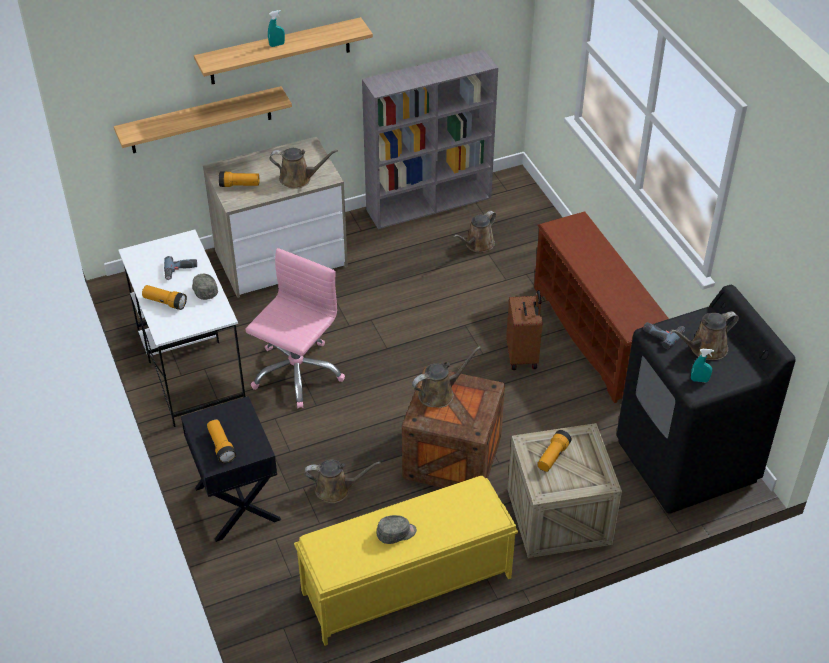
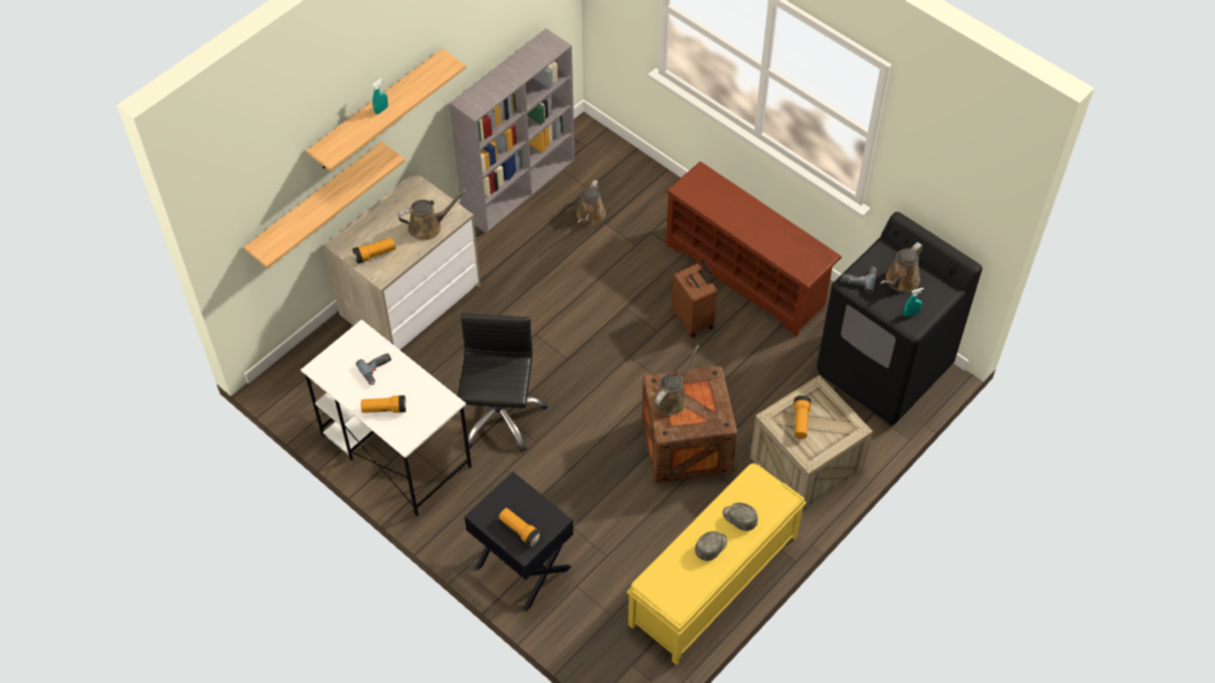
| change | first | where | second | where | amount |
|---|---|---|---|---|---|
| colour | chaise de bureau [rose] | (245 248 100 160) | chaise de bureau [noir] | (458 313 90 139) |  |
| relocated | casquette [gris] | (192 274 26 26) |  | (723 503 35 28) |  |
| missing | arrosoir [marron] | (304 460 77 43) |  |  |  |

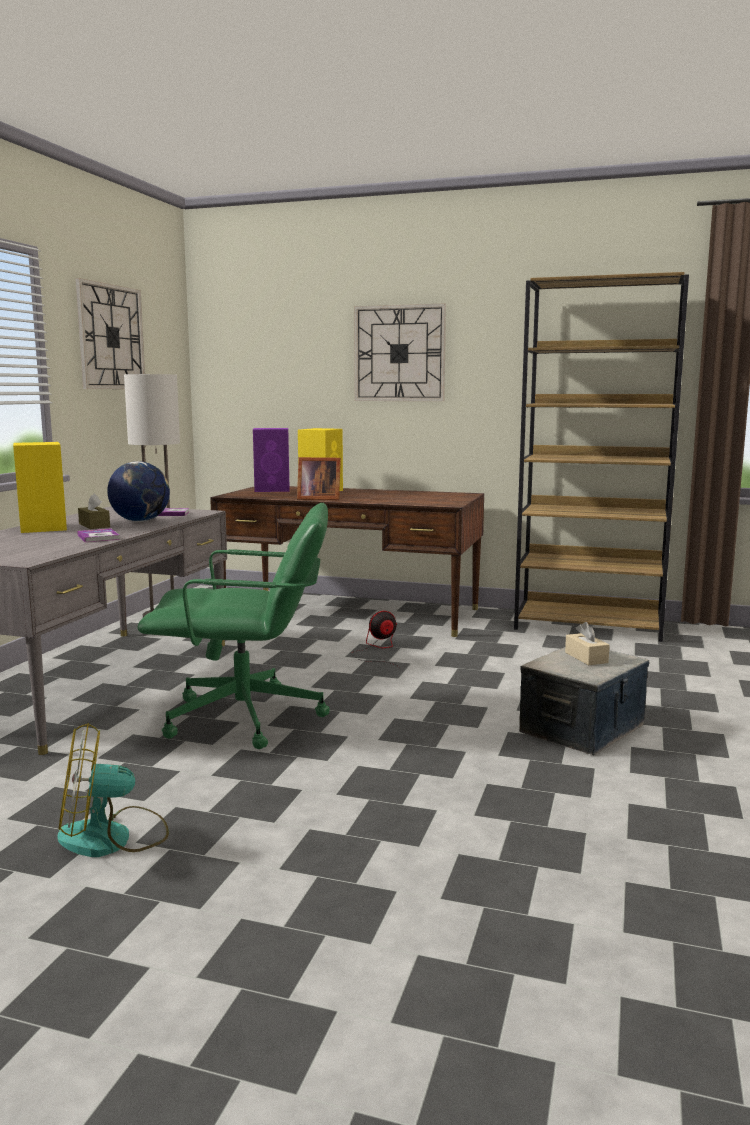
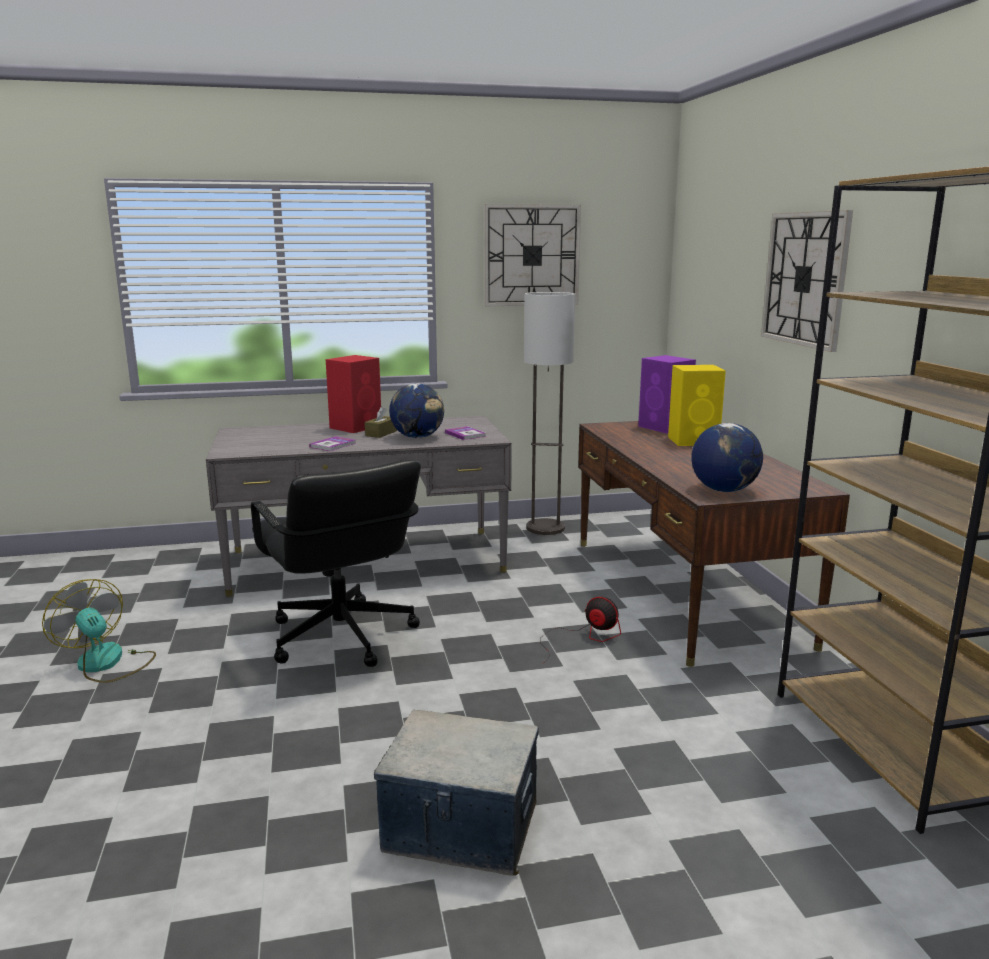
| change | first | where | second | where | amount |
|---|---|---|---|---|---|
| colour | enceinte [jaune] | (13 442 54 91) | enceinte [rouge] | (326 355 55 78) |  |
| missing | cadre photo | (297 457 44 43) |  |  |  |
| colour | chaise de bureau [vert] | (137 503 193 246) | chaise de bureau [noir] | (251 460 170 207) |  |
| missing | boîte à mouchoirs [beige] | (565 622 45 43) |  |  |  |
| appeared |  |  | globe | (691 423 72 69) |  |

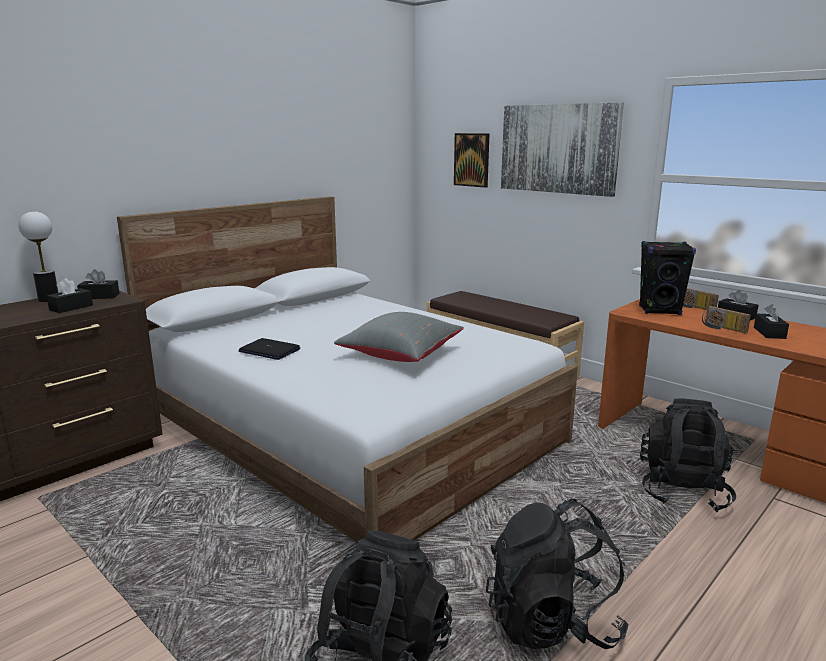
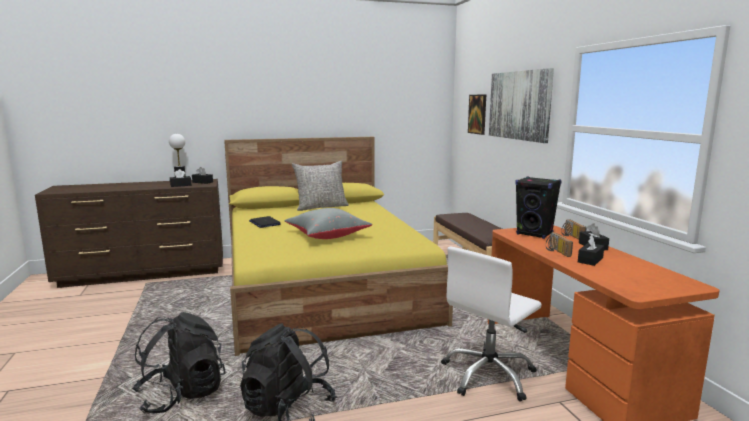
| change | first | where | second | where | amount |
|---|---|---|---|---|---|
| colour | lit [blanc] | (117 196 461 346) | lit [jaune] | (224 137 229 219) |  |
| exchanged | sac à dos [noir] | (640 399 96 113) | chaise de bureau [blanc] | (441 247 101 154) |  |
| appeared |  |  | coussin [gris] | (292 161 57 50) |  |

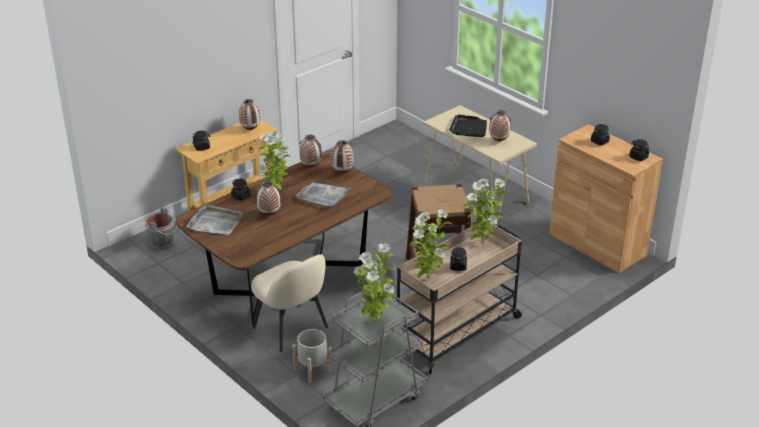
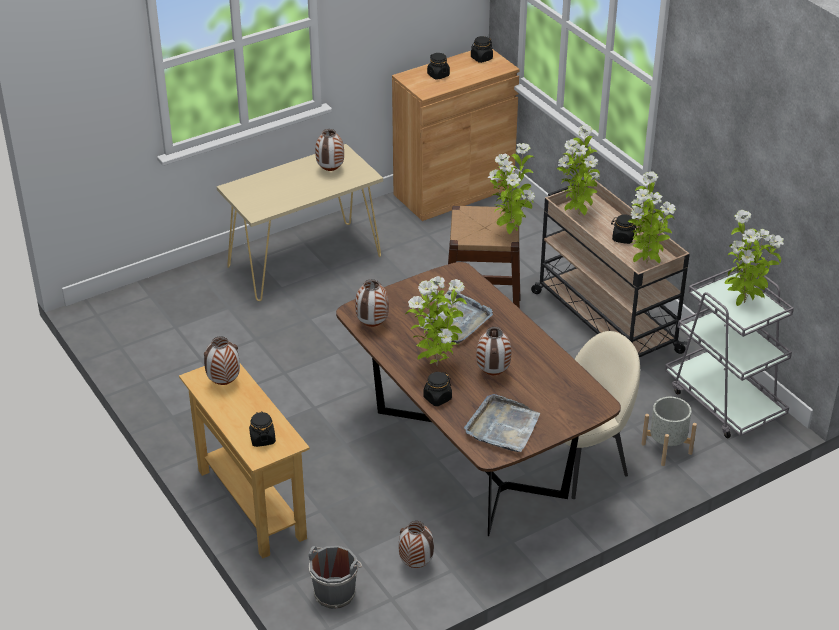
| change | first | where | second | where | amount |
|---|---|---|---|---|---|
| missing | plateau [noir] | (449 114 38 23) |  |  |  |
| relocated | vase | (331 140 23 33) |  | (399 521 35 47) |  |
| appeared |  |  | plante en pot | (488 143 47 91) |  |

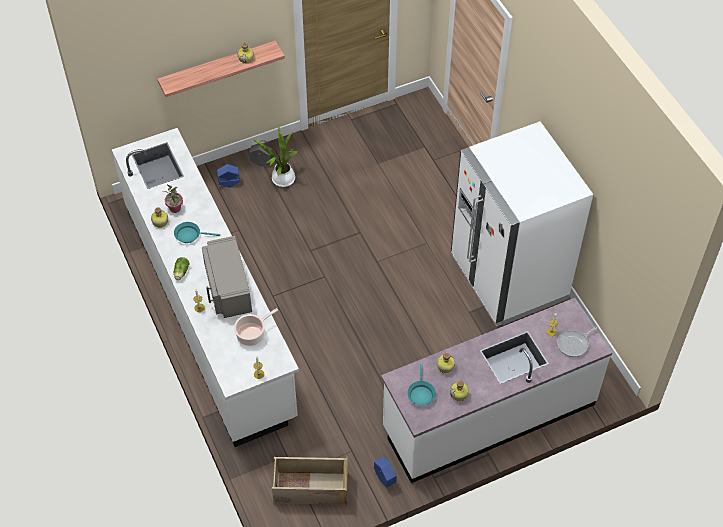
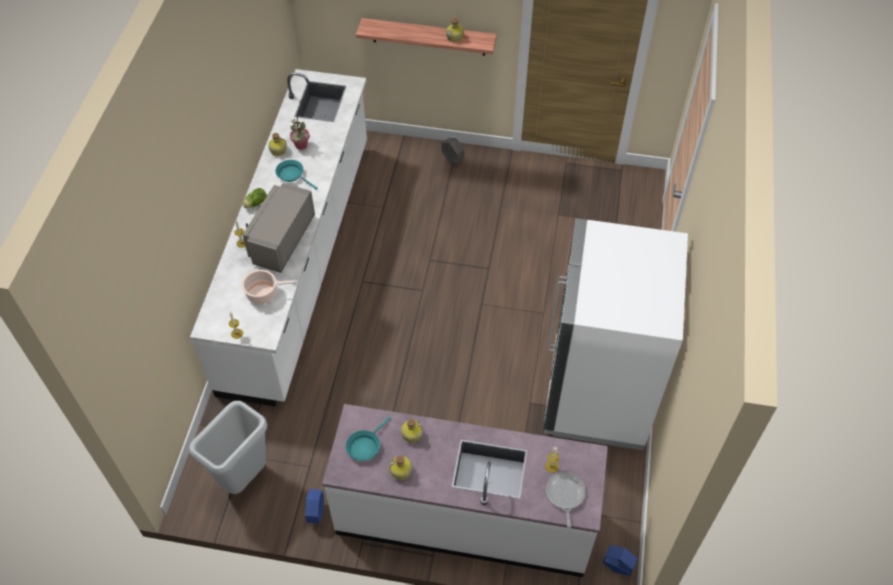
| change | first | where | second | where | amount |
|---|---|---|---|---|---|
| missing | plante en pot | (254 125 44 62) |  |  |  |
| relocated | cache-pot [bleu] | (217 164 23 24) |  | (603 545 35 31) |  |
| spun | poêle | (557 327 40 30) |  | (546 472 39 56) | 90 degrees clockwise |
| exchanged | caisse | (272 456 76 50) | poubelle [gris] | (189 401 78 93) |  |

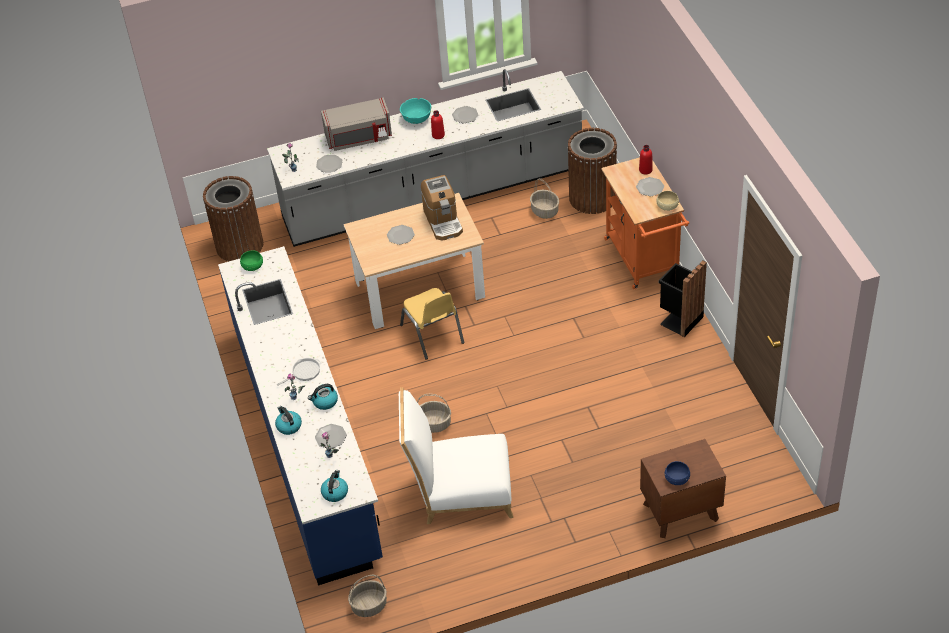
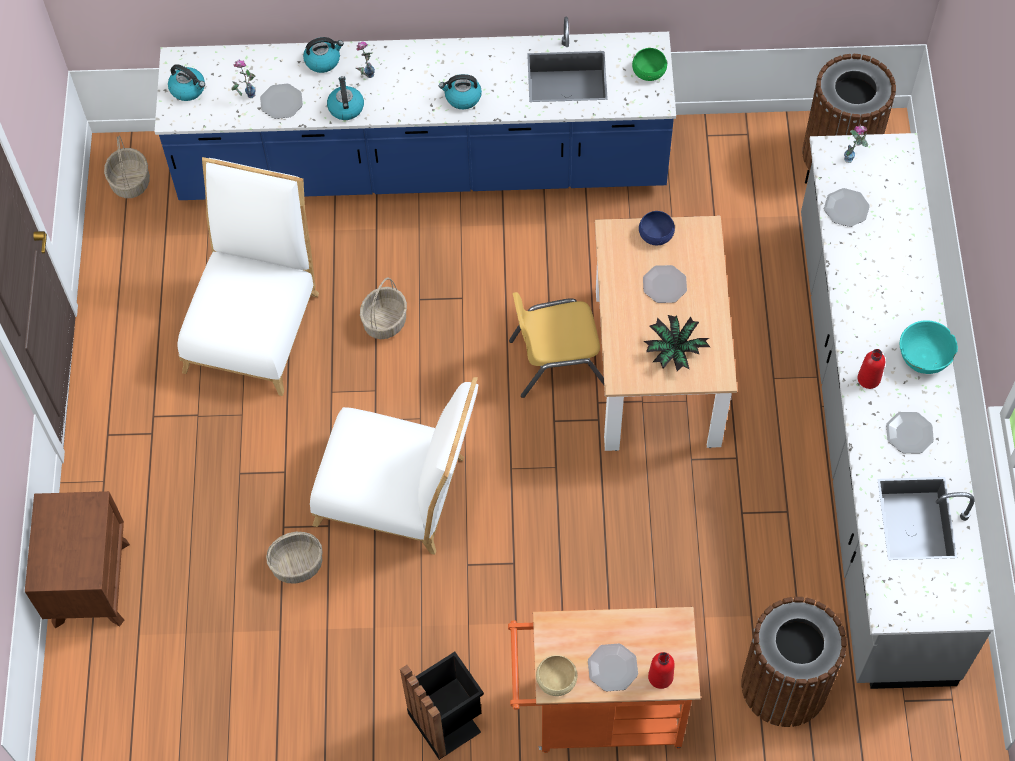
| change | first | where | second | where | amount |
|---|---|---|---|---|---|
| missing | micro-ondes [gris] | (321 97 71 54) |  |  |  |
| exchanged | machine à café | (421 175 42 66) | plante en pot | (644 315 66 56) |  |
| relocated | panier | (530 178 29 41) |  | (266 532 57 52) |  |
| missing | poêle | (277 358 44 28) |  |  |  |
| relocated | bol [bleu] | (665 461 25 24) |  | (639 211 36 34) |  |
| appeared |  |  | bouilloire | (439 74 43 35) |  |
| appeared |  |  | chaise [blanc] | (310 377 168 178) |  |

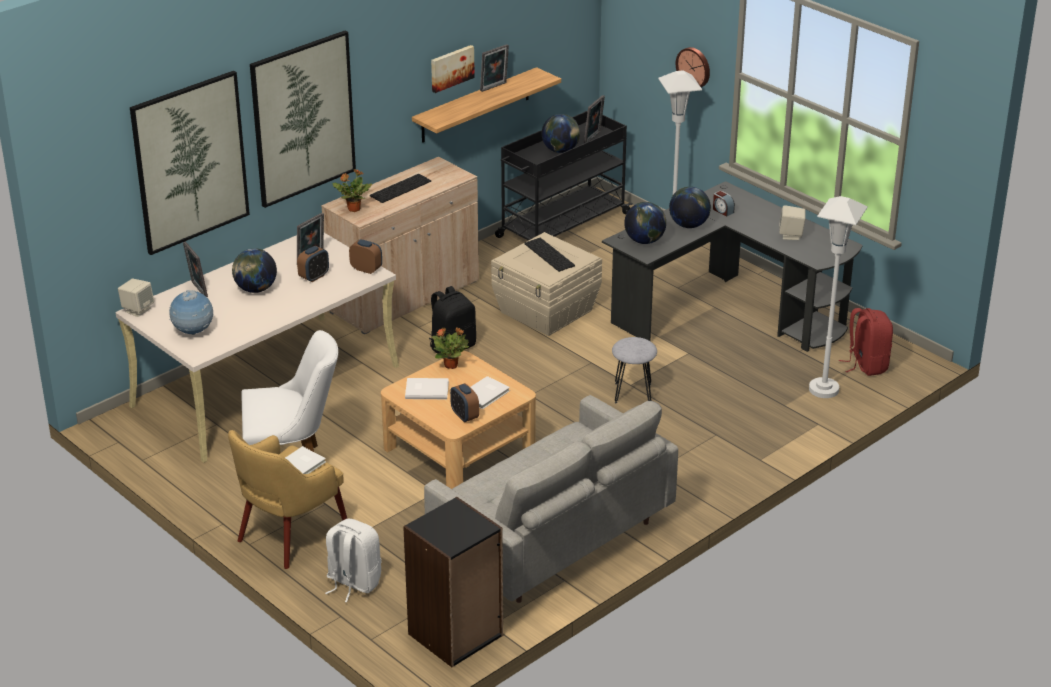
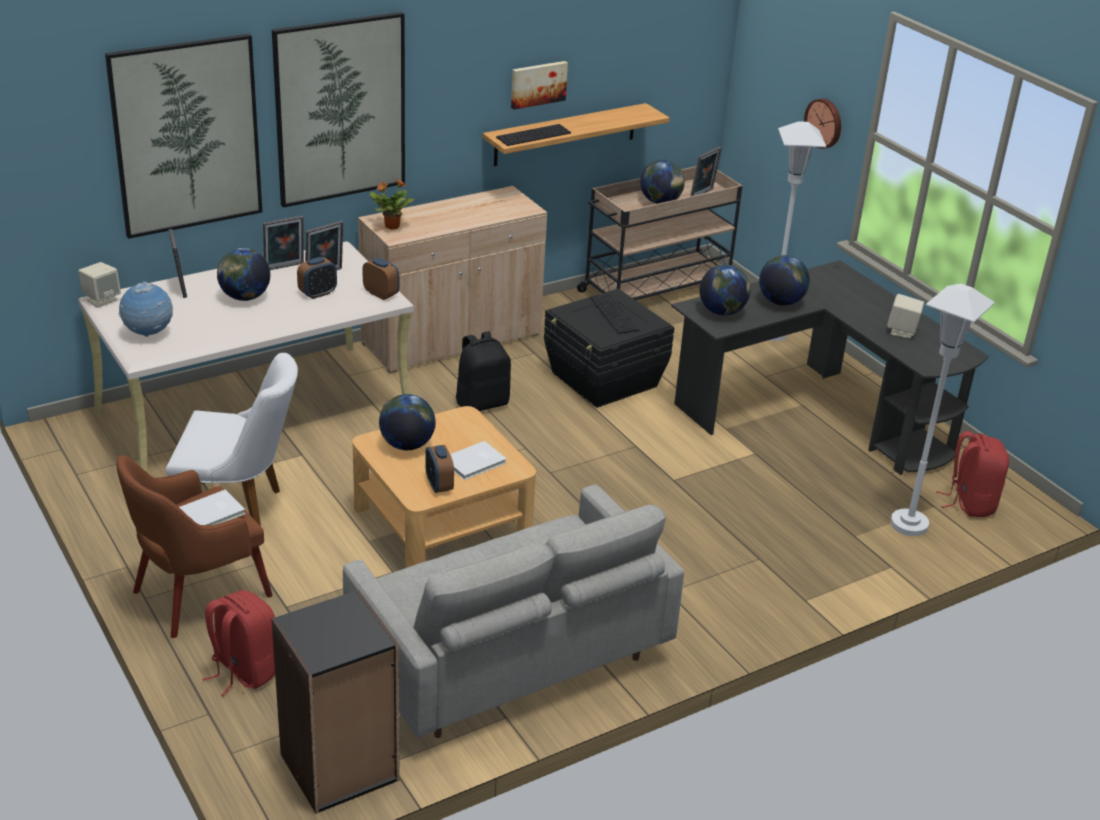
| change | first | where | second | where | amount |
|---|---|---|---|---|---|
| relocated | cadre photo | (480 44 29 48) |  | (263 216 41 54) |  |
| colour | chariot [noir] | (495 111 138 130) | chariot [beige] | (577 166 165 134) |  |
| relocated | clavier | (370 174 61 29) |  | (496 124 75 22) |  |
| missing | réveil | (713 191 22 26) |  |  |  |
| colour | boîte de rangement [beige] | (491 232 111 104) | boîte de rangement [noir] | (544 289 130 119) |  |
| missing | plante en pot | (432 327 37 42) |  |  |  |
| missing | tabouret [gris] | (612 337 45 66) |  |  |  |
| exchanged | livre [blanc] | (405 378 44 21) | globe | (379 394 57 56) |  |
| colour | fauteuil [jaune] | (228 430 119 139) | fauteuil [marron] | (117 455 155 183) |  |
| colour | sac à dos [blanc] | (325 519 56 83) | sac à dos [rouge] | (202 590 73 106) |  |

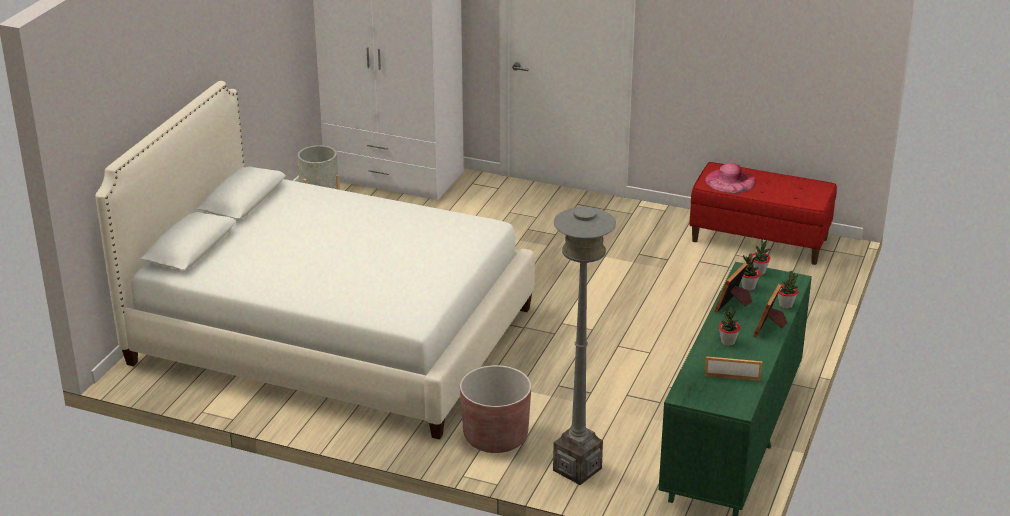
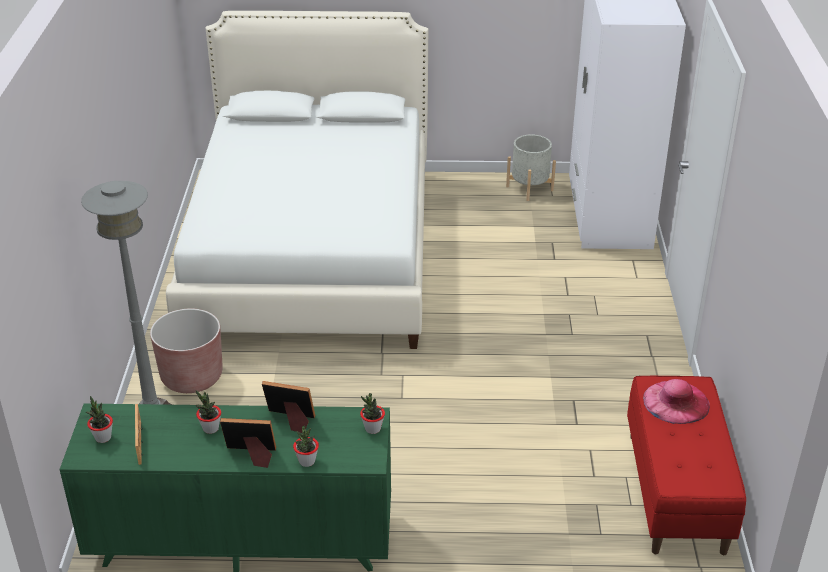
| change | first | where | second | where | amount |
|---|---|---|---|---|---|
| relocated | plante en pot | (741 254 19 37) |  | (86 396 27 47) |  |

